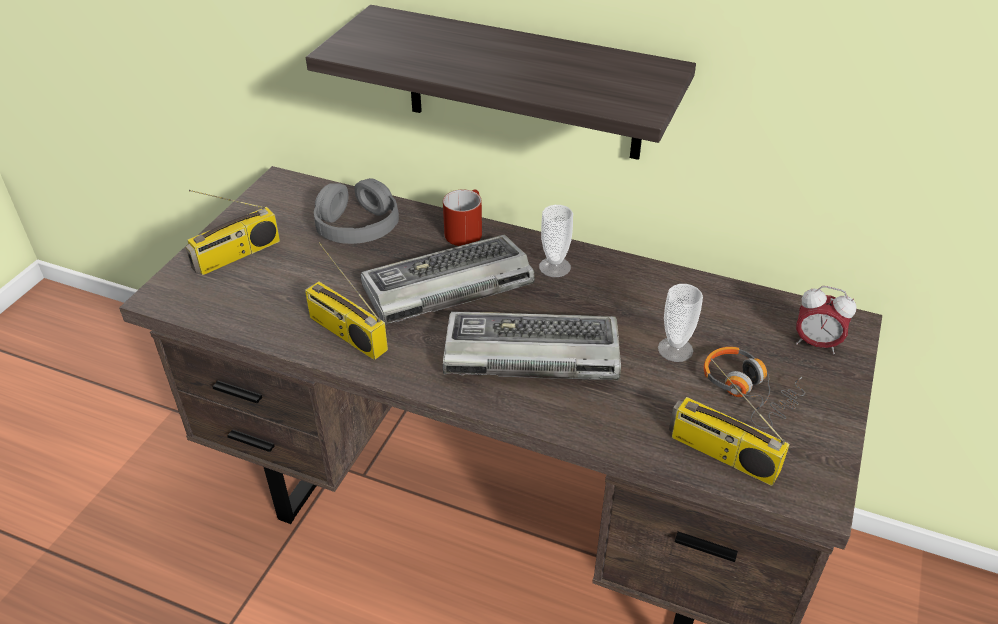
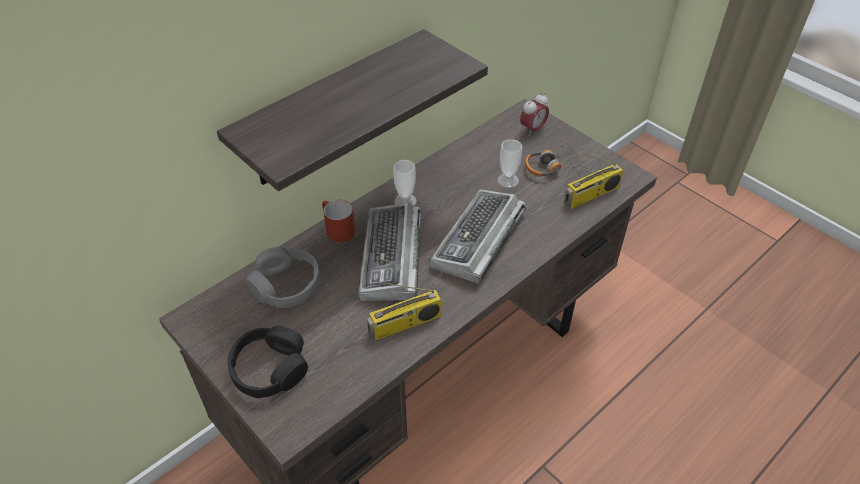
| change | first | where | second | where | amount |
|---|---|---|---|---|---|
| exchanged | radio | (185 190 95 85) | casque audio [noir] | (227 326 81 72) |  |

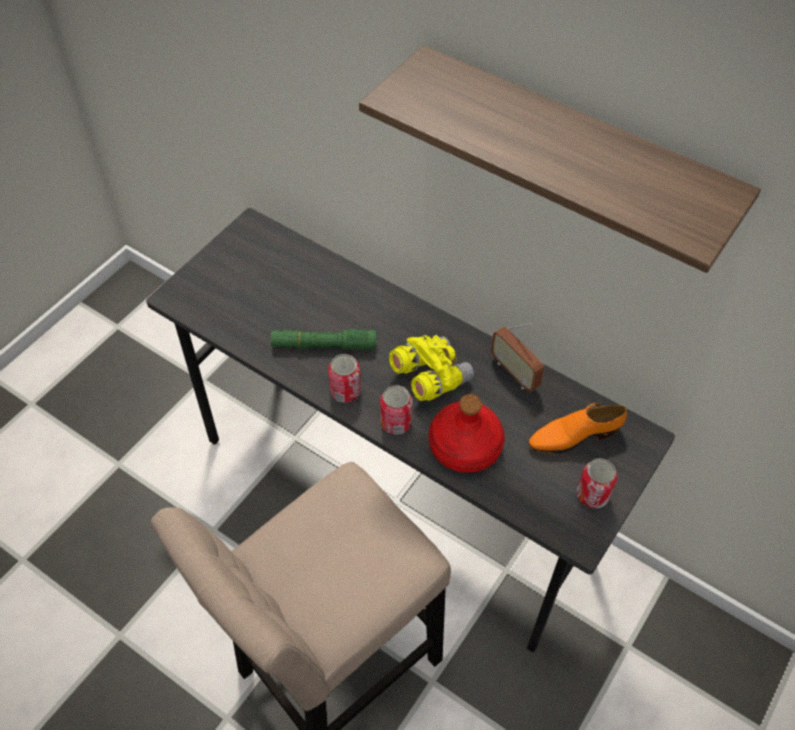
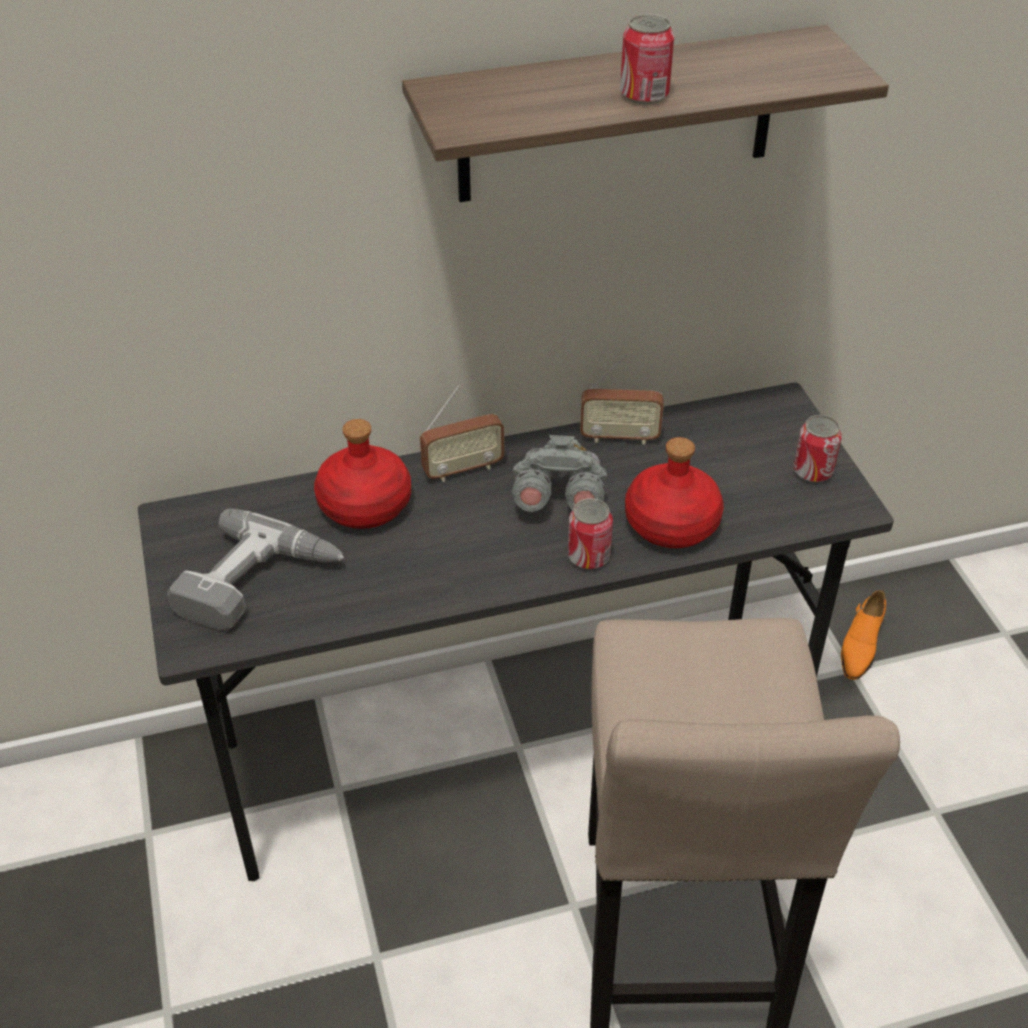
| change | first | where | second | where | amount |
|---|---|---|---|---|---|
| missing | lampe de poche [vert] | (271 329 105 21) |  |  |  |
| colour | jumelles [jaune] | (389 335 85 66) | jumelles [gris] | (512 435 95 77) |  |
| relocated | boîte métallique | (328 354 33 49) |  | (620 14 54 90) |  |
| relocated | chaussure [orange] | (528 403 99 51) |  | (841 590 45 90) |  |
| appeared |  |  | radio | (420 385 84 97) |  |
| appeared |  |  | bouteille [rouge] | (314 419 97 110) |  |
| appeared |  |  | perceuse | (167 509 177 122) |  |

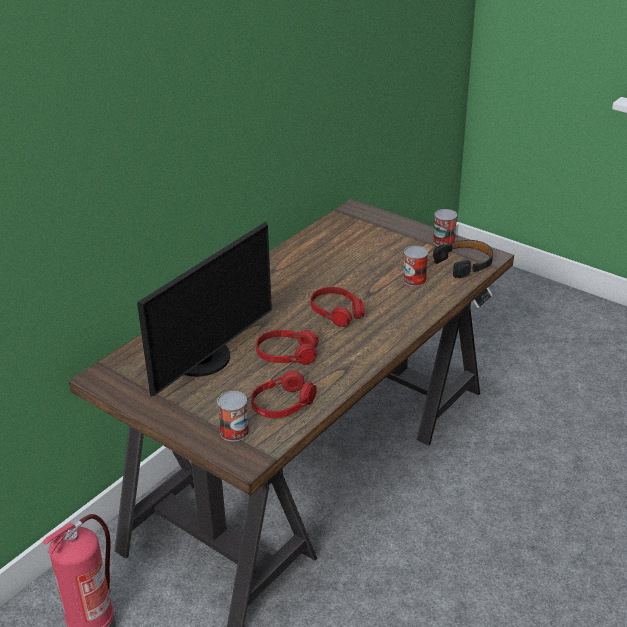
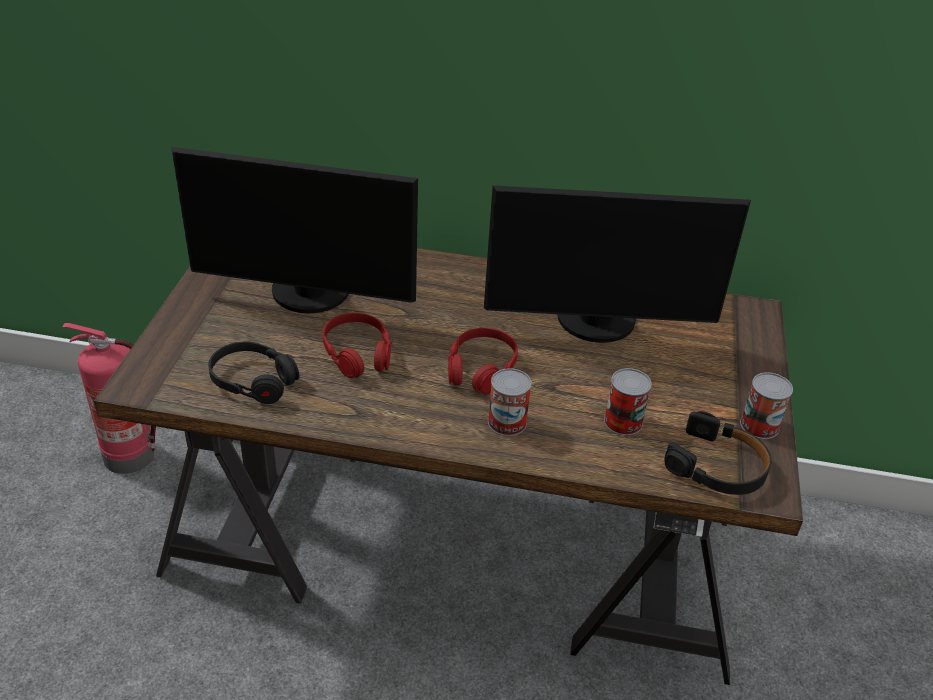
| change | first | where | second | where | amount |
|---|---|---|---|---|---|
| colour | casque audio [rouge] | (251 370 66 48) | casque audio [noir] | (208 341 91 63) |  |
| relocated | boîte métallique | (217 391 32 51) |  | (488 368 44 68) |  |
| appeared |  |  | écran d'ordinateur | (484 185 267 158) |  |

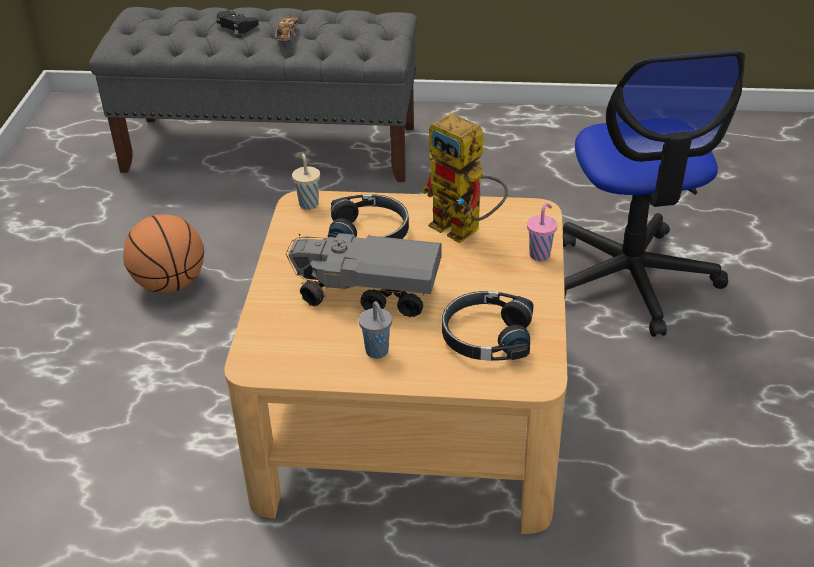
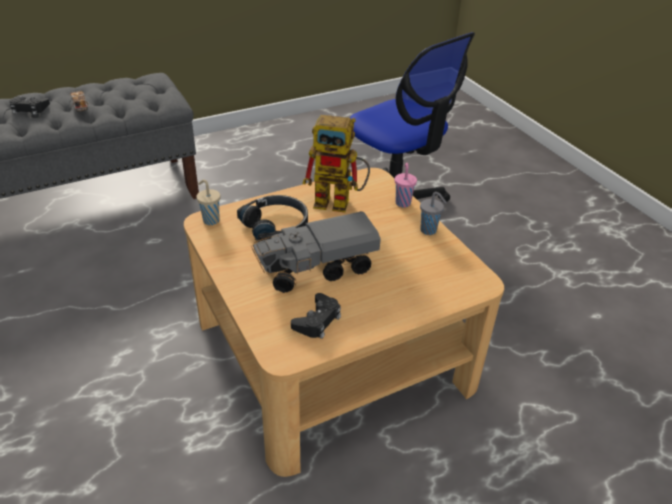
| change | first | where | second | where | amount |
|---|---|---|---|---|---|
| missing | ballon de basket | (123 214 81 79) |  |  |  |
| missing | casque audio [noir] | (442 291 92 70) |  |  |  |
| relocated | tasse [gris] | (359 301 33 58) |  | (420 192 27 43) |  |
| appeared |  |  | manette [noir] | (291 293 50 46) |  |

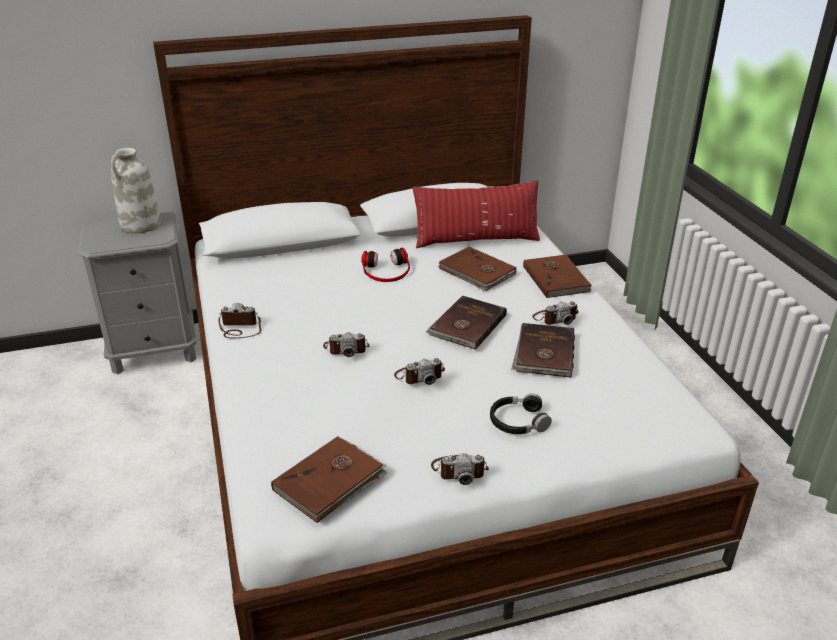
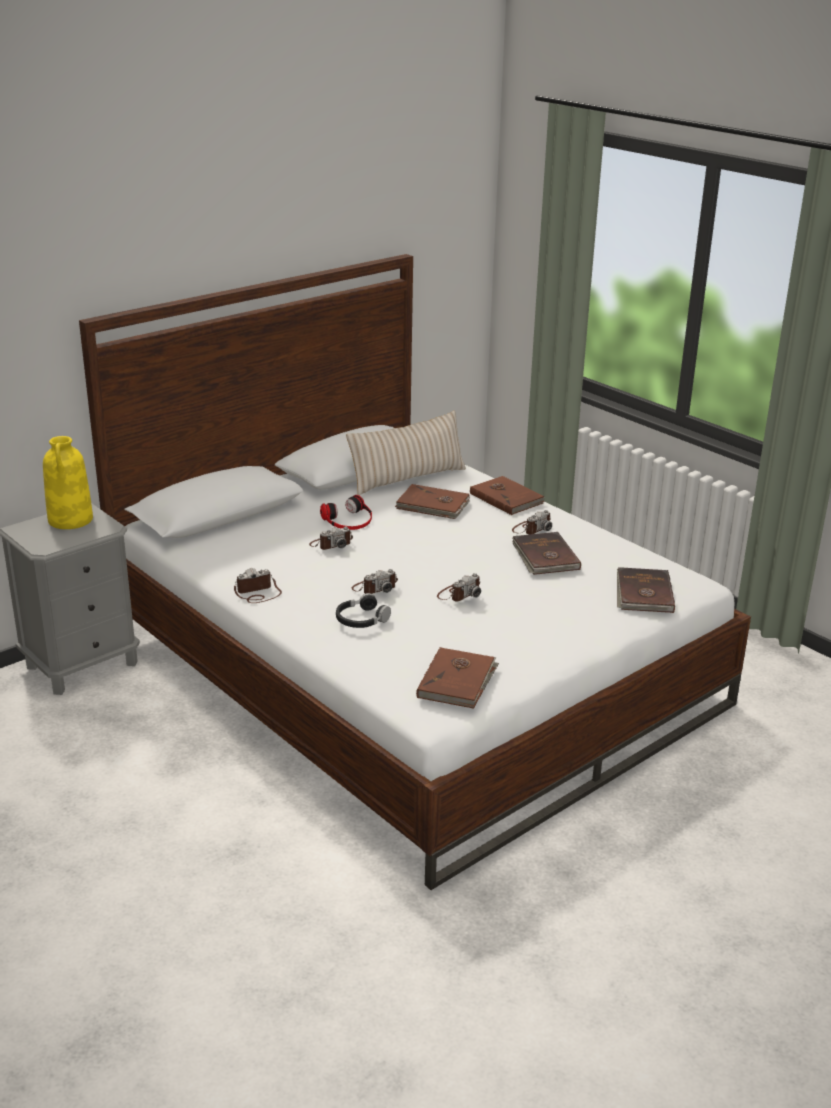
| change | first | where | second | where | amount |
|---|---|---|---|---|---|
| colour | vase [blanc] | (111 148 50 86) | vase [jaune] | (43 436 50 93) |  |
| colour | coussin [rouge] | (413 180 127 68) | coussin [beige] | (346 411 120 84) |  |
| relocated | livre [marron] | (426 296 81 54) |  | (617 567 58 46) |  |
| relocated | casque audio [noir] | (490 393 62 41) |  | (336 593 55 35) |  |
| relocated | appareil photo | (431 453 58 32) |  | (309 527 44 23) |  |

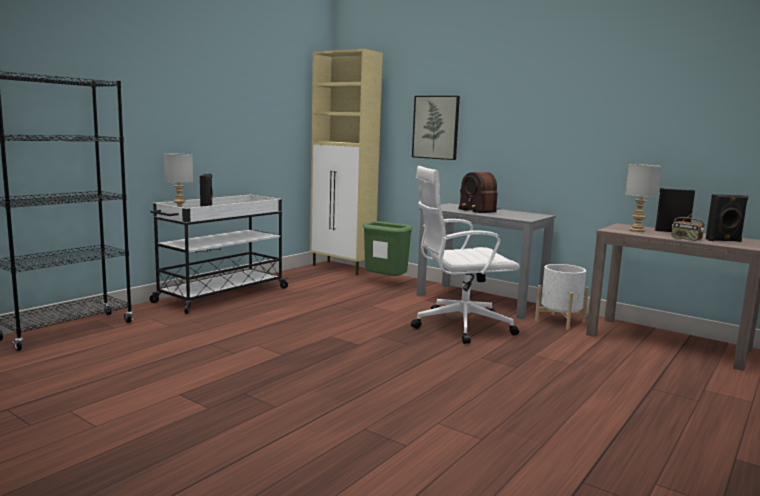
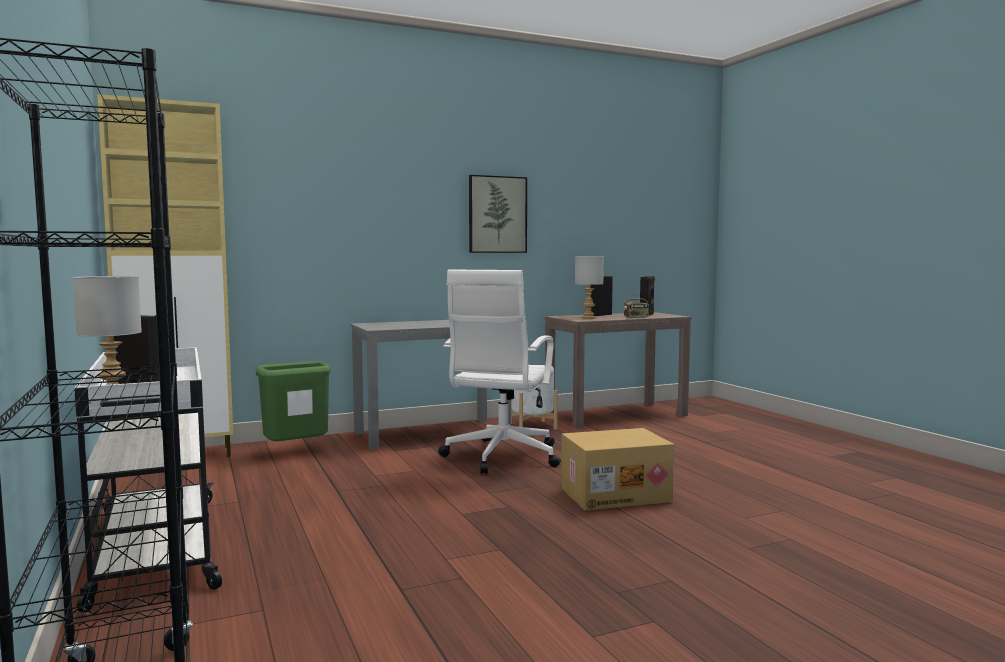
| change | first | where | second | where | amount |
|---|---|---|---|---|---|
| relocated | tableau | (412 96 48 64) |  | (469 175 58 78) |  |
| missing | radio | (458 172 42 41) |  |  |  |
| appeared |  |  | carton | (561 428 113 83) |  |

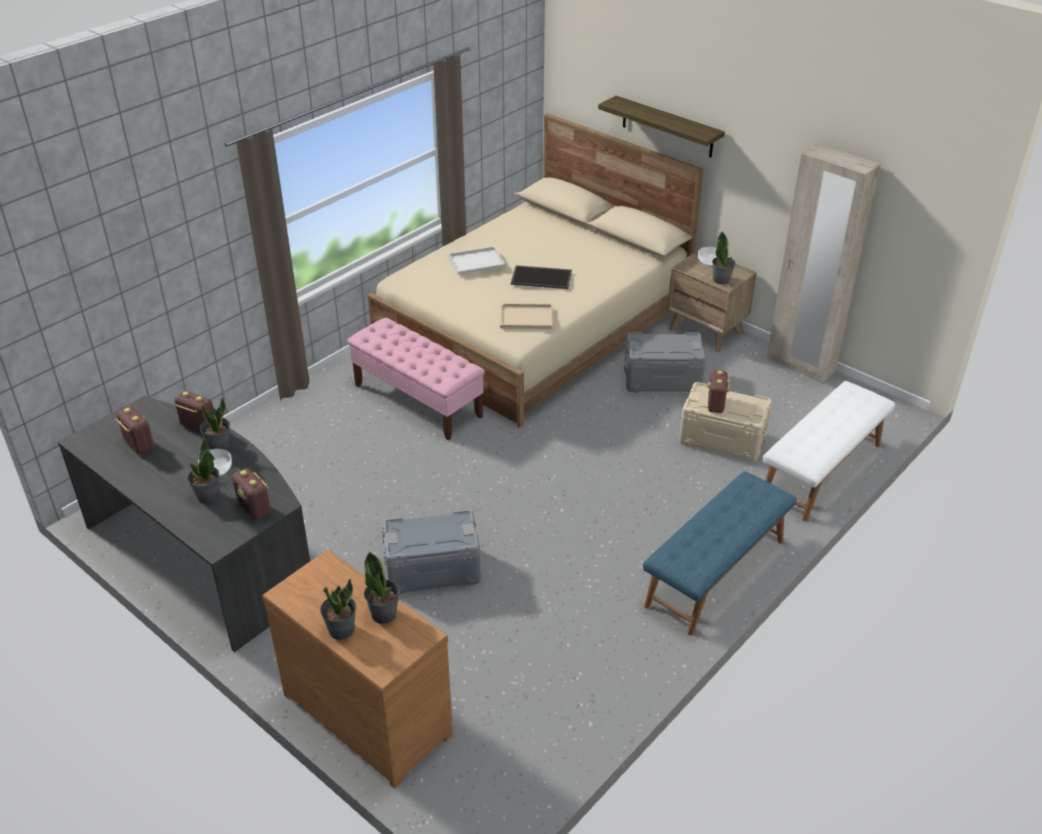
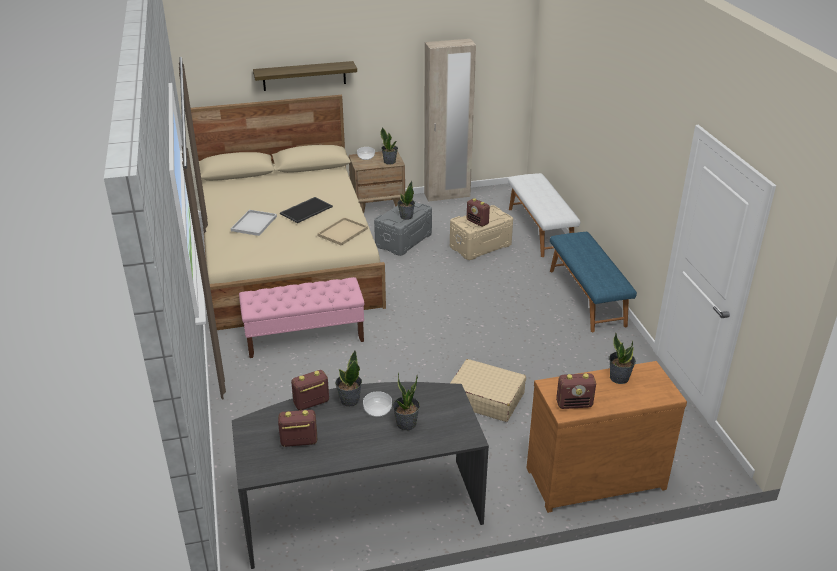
| change | first | where | second | where | amount |
|---|---|---|---|---|---|
| relocated | radio | (232 468 39 53) |  | (556 373 40 36) |  |
| exchanged | boîte de rangement [gris] | (382 510 99 84) | valise [beige] | (450 359 76 63) |  |
| relocated | plante en pot | (320 579 36 61) |  | (397 181 18 39) |  |

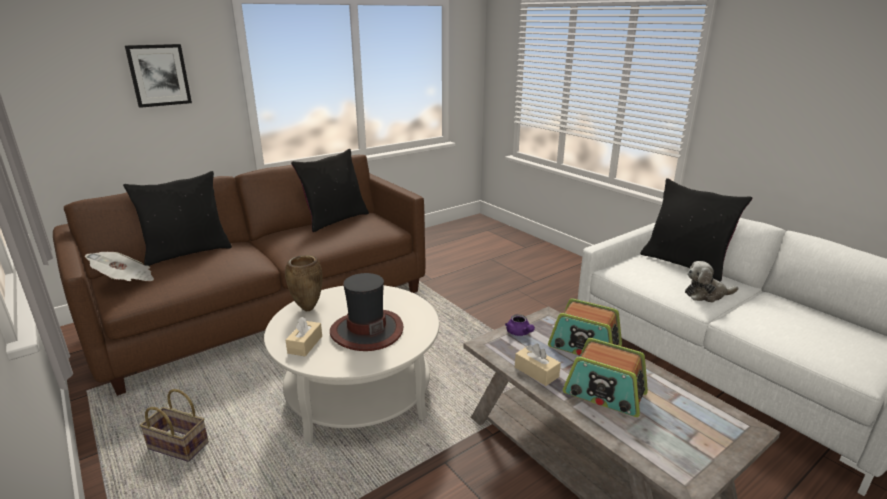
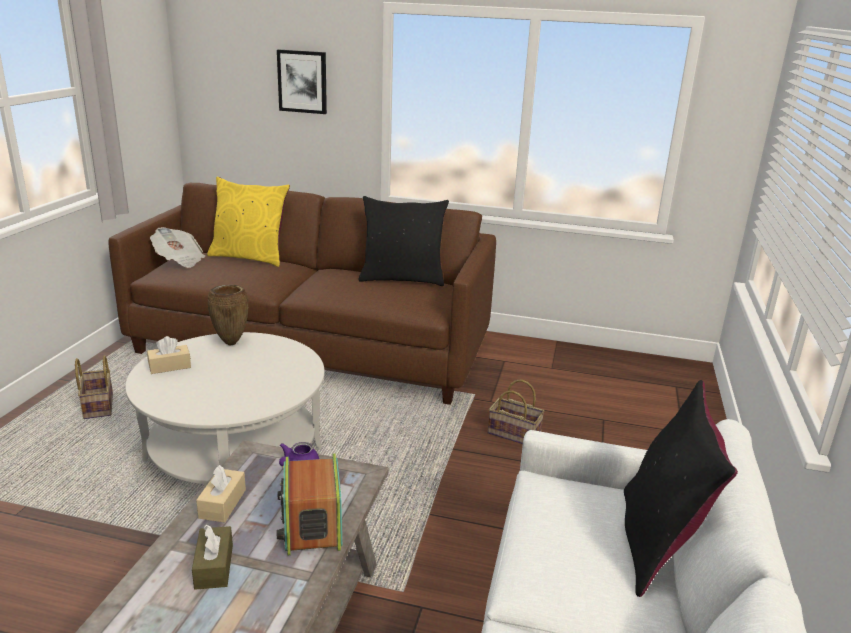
| change | first | where | second | where | amount |
|---|---|---|---|---|---|
| colour | coussin [noir] | (123 171 109 95) | coussin [jaune] | (207 177 83 90) |  |
| missing | peluche | (685 261 53 42) |  |  |  |
| missing | chapeau | (330 273 74 78) |  |  |  |
| exchanged | radio | (563 338 85 79) | boîte à mouchoirs [marron] | (192 525 41 65) |  |
| appeared |  |  | panier | (488 379 57 65) |  |

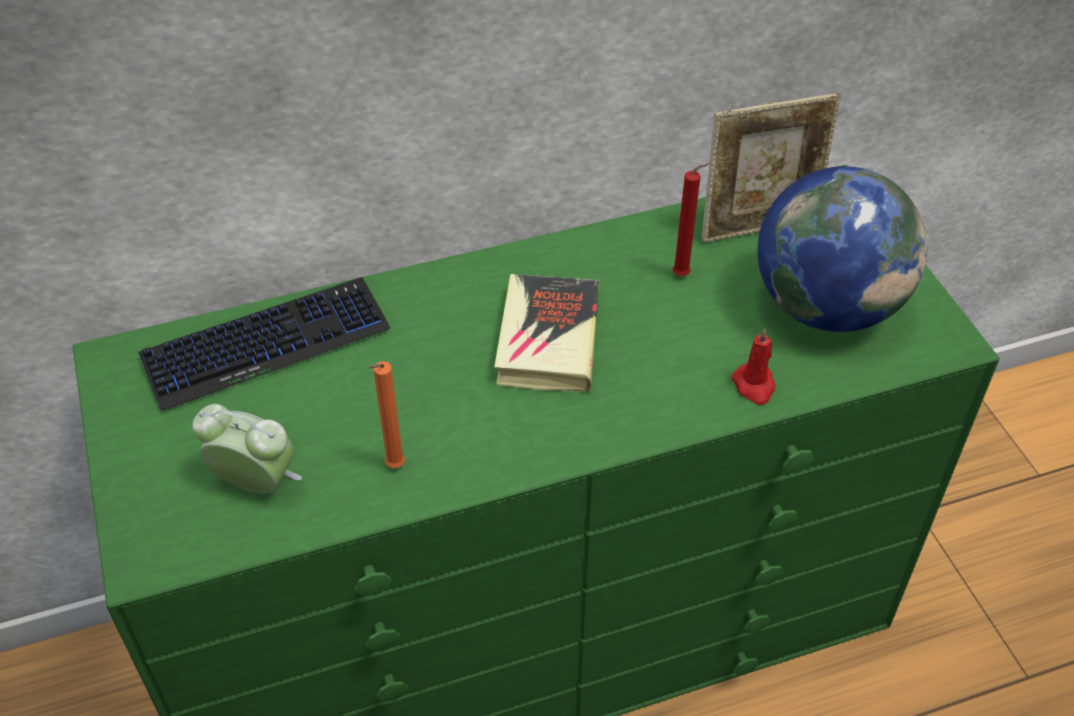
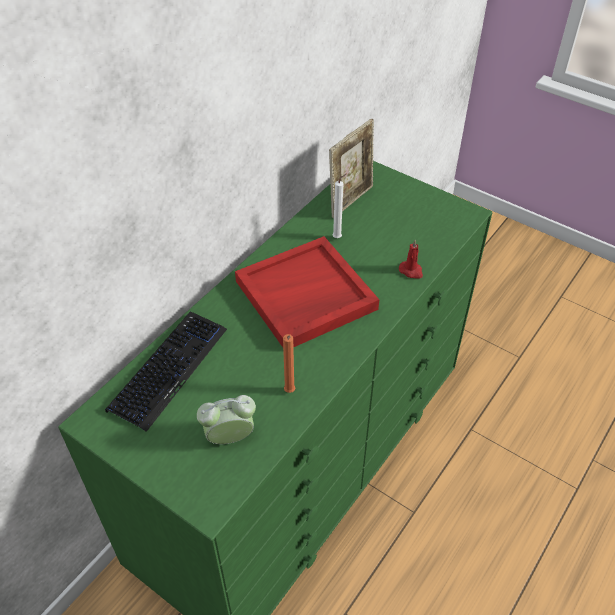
| change | first | where | second | where | amount |
|---|---|---|---|---|---|
| colour | bougie [rouge] | (673 163 38 113) | bougie [blanc] | (333 173 14 65) |  |
| missing | globe | (757 166 170 166) |  |  |  |
| exchanged | livre | (494 274 105 118) | plateau [rouge] | (235 236 144 112) |  |

